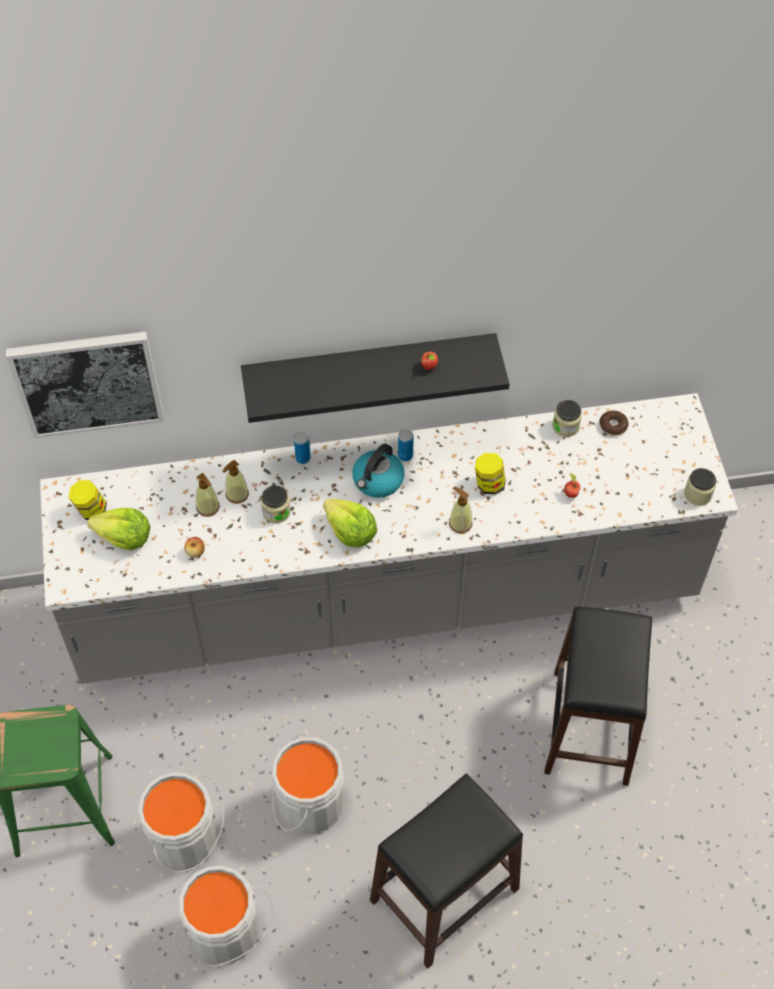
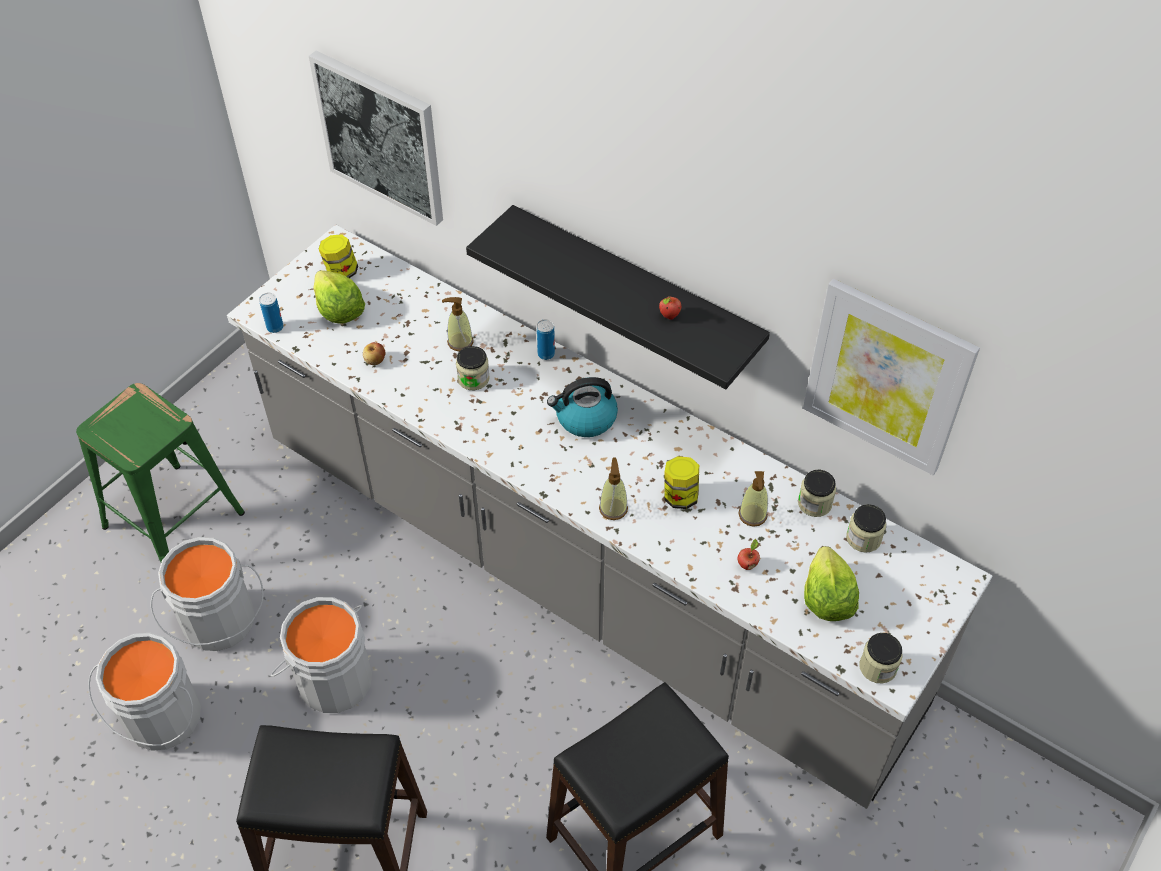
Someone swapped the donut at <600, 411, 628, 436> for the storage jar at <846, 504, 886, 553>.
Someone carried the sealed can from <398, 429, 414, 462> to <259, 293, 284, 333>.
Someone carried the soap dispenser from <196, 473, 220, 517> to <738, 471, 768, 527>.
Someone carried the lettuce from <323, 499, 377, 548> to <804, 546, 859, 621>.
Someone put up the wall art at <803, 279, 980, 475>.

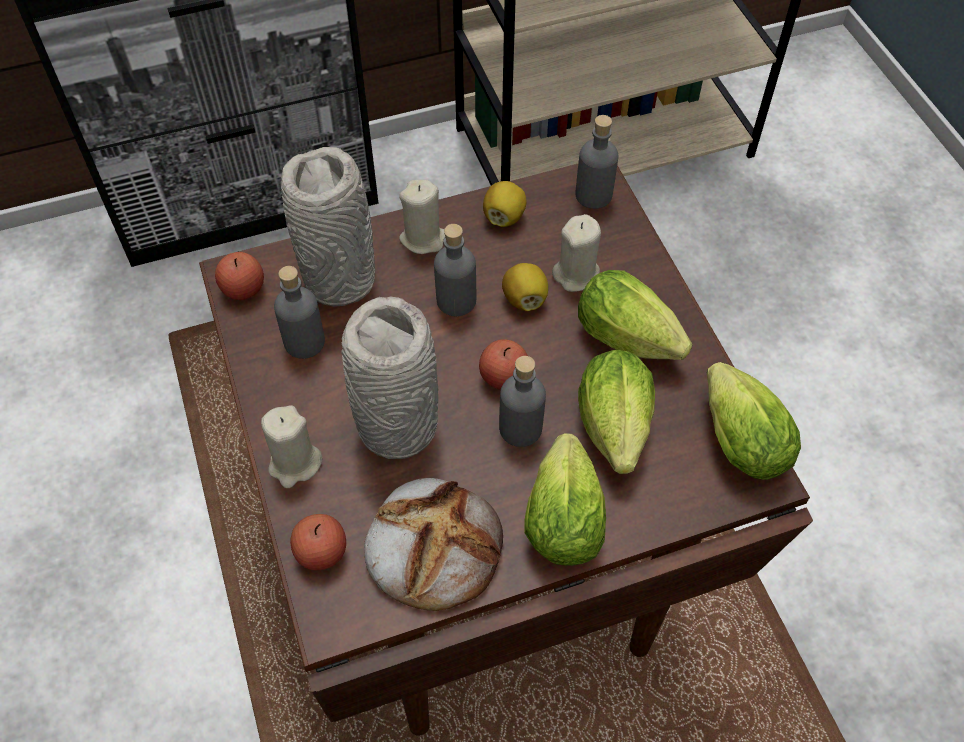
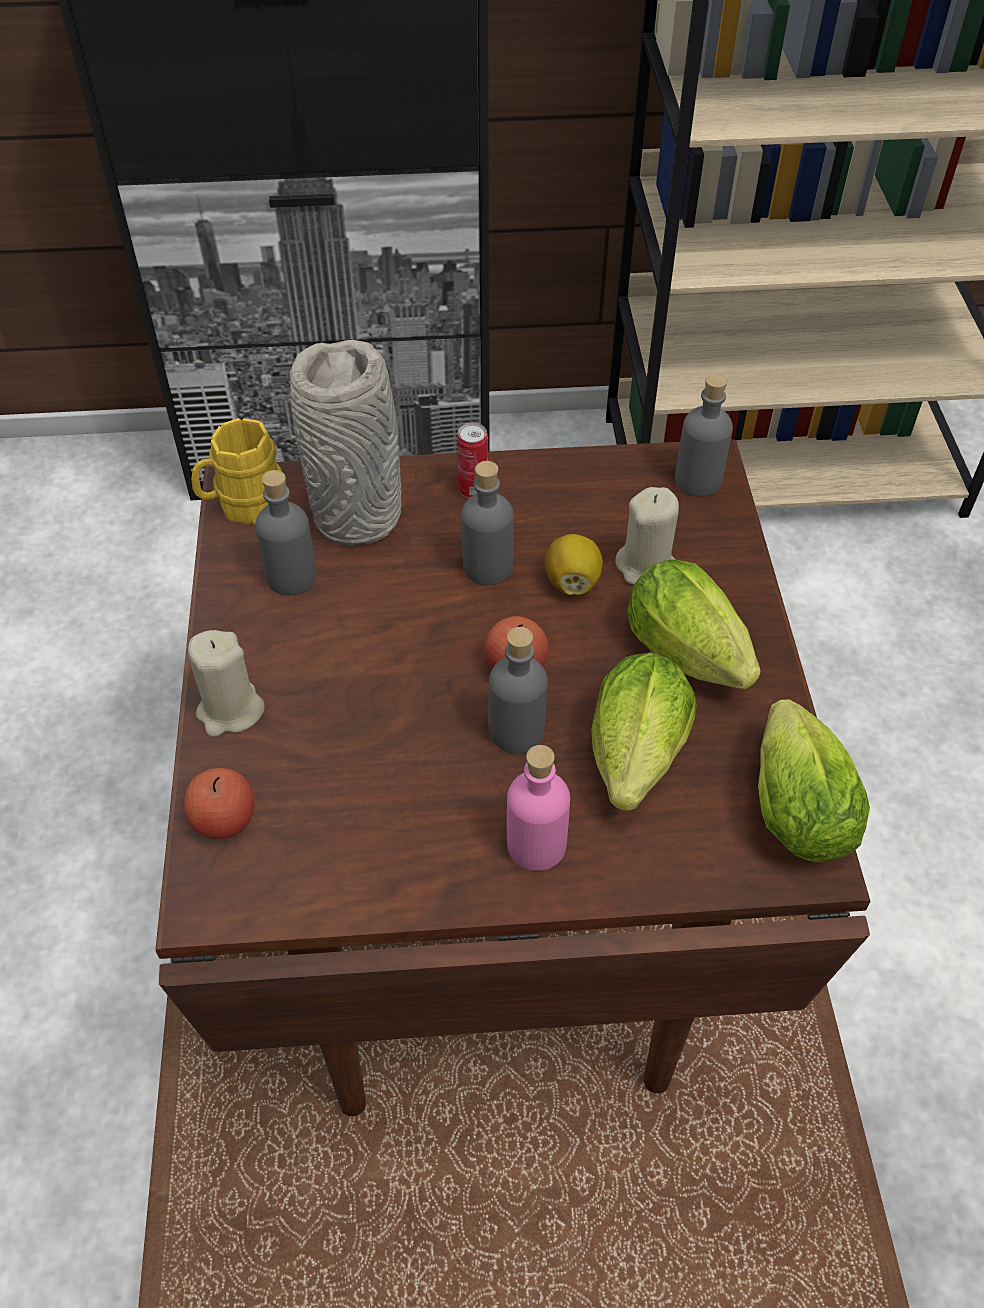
Someone swapped the sand-coloured candle at <399, 180, 445, 254> for the sealed can at <457, 423, 488, 498>.
Someone took away the lemon at <483, 181, 526, 227>.
Someone swapped the whole apple at <215, 252, 264, 300> for the yellow coffee mug at <191, 418, 282, 524>.
Someone took away the grey vase at <342, 296, 438, 459>.
Someone swapped the lettuce at <524, 433, 606, 566> for the pinkish bottle at <507, 745, 570, 871>.
Someone took away the bakery bread at <364, 478, 503, 611>.

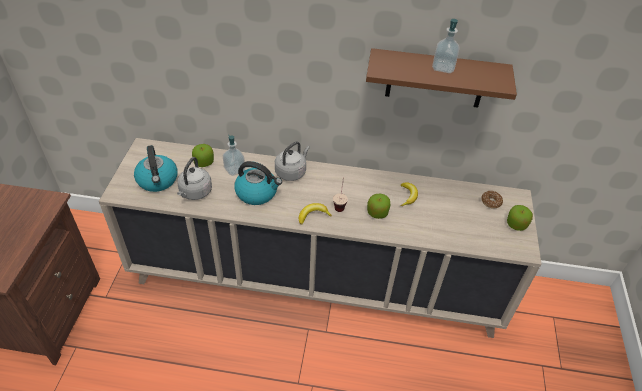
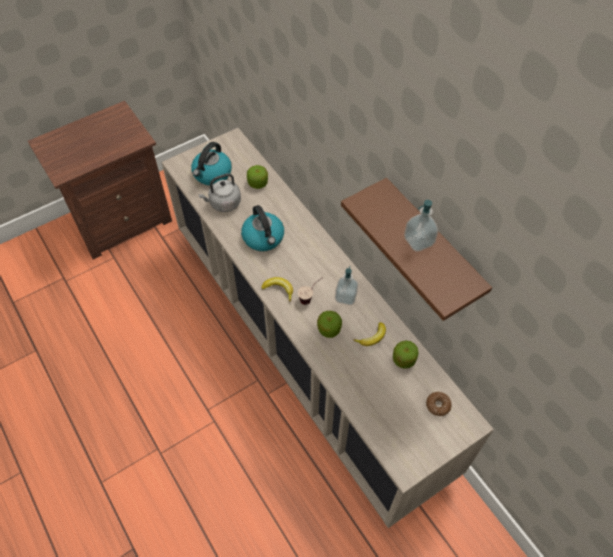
Someone carried the soap dispenser from <223, 135, 245, 176> to <335, 266, 358, 305>.
Someone took away the grey kettle at <275, 141, 310, 181>.
Someone carried the whole apple from <507, 205, 533, 231> to <393, 341, 419, 369>.

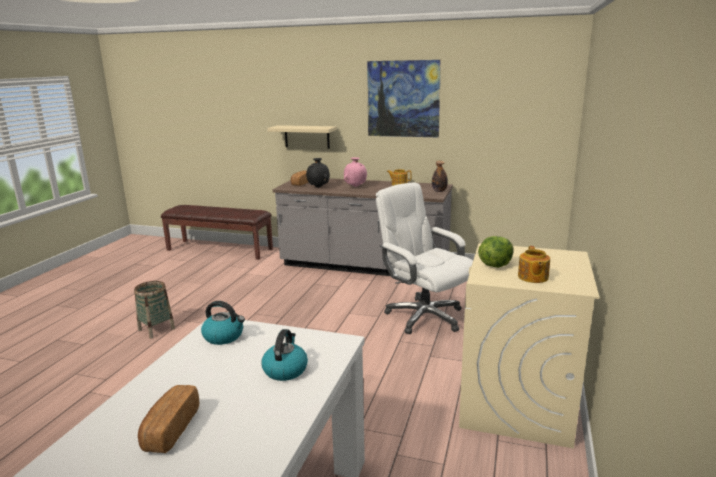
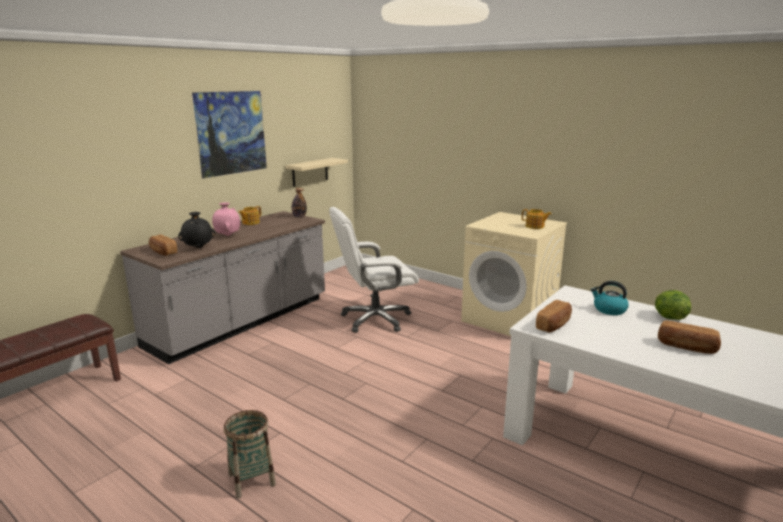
Someone carried the sand-coloured shelf from <267, 125, 337, 149> to <286, 158, 348, 187>.
Someone carried the lettuce from <478, 236, 514, 268> to <655, 290, 691, 320>.
Someone swapped the kettle at <201, 301, 245, 345> for the bakery bread at <536, 300, 572, 332>.

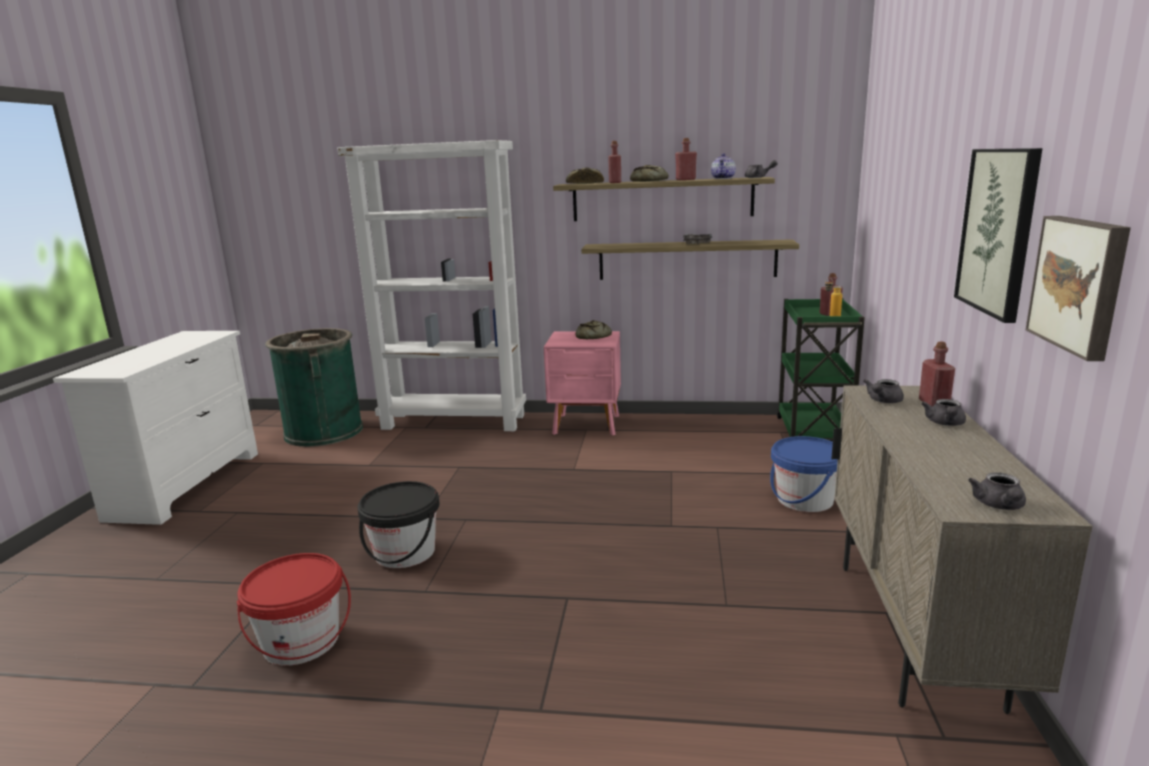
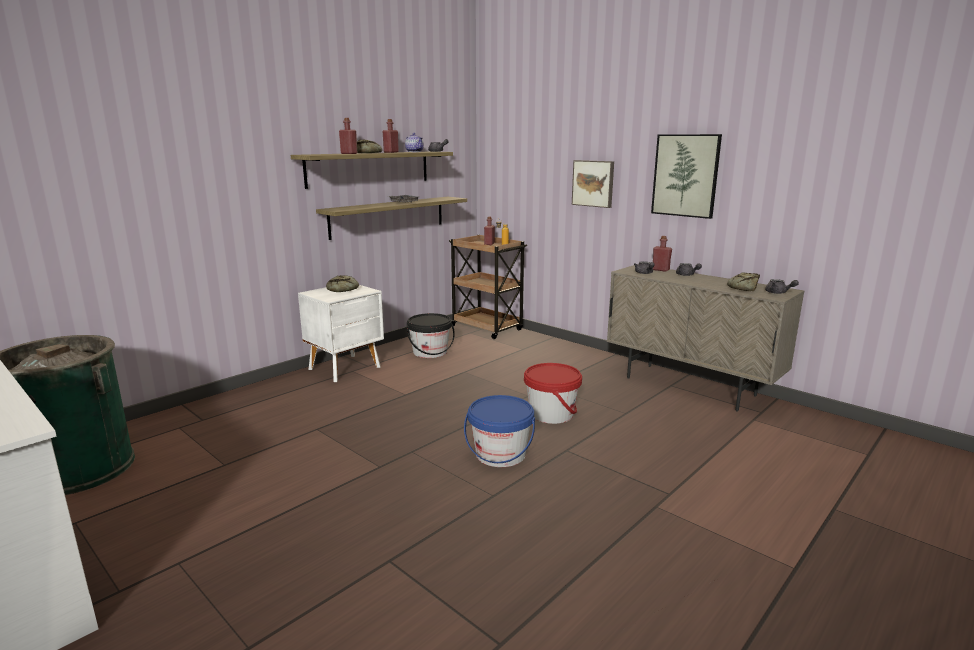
Someone took away the white bookcase at <337, 140, 526, 431>.
Someone carried the bakery bread from <566, 167, 604, 184> to <727, 272, 760, 291>.
Someone carried the wall art from <1026, 216, 1131, 361> to <572, 160, 614, 208>.
Someone repainted the greenish cart at <777, 298, 865, 442>, which became the brownish cart at <449, 235, 527, 339>.
Someone repainted the pinkish nightstand at <544, 331, 621, 435>, which became the white nightstand at <298, 285, 384, 382>.
Someone carried the bluish bucket from <770, 436, 838, 512> to <464, 395, 535, 467>.
Someone carried the black bucket from <358, 481, 439, 568> to <407, 313, 455, 358>.
Someone carried the red bucket from <237, 553, 351, 666> to <524, 363, 582, 424>.

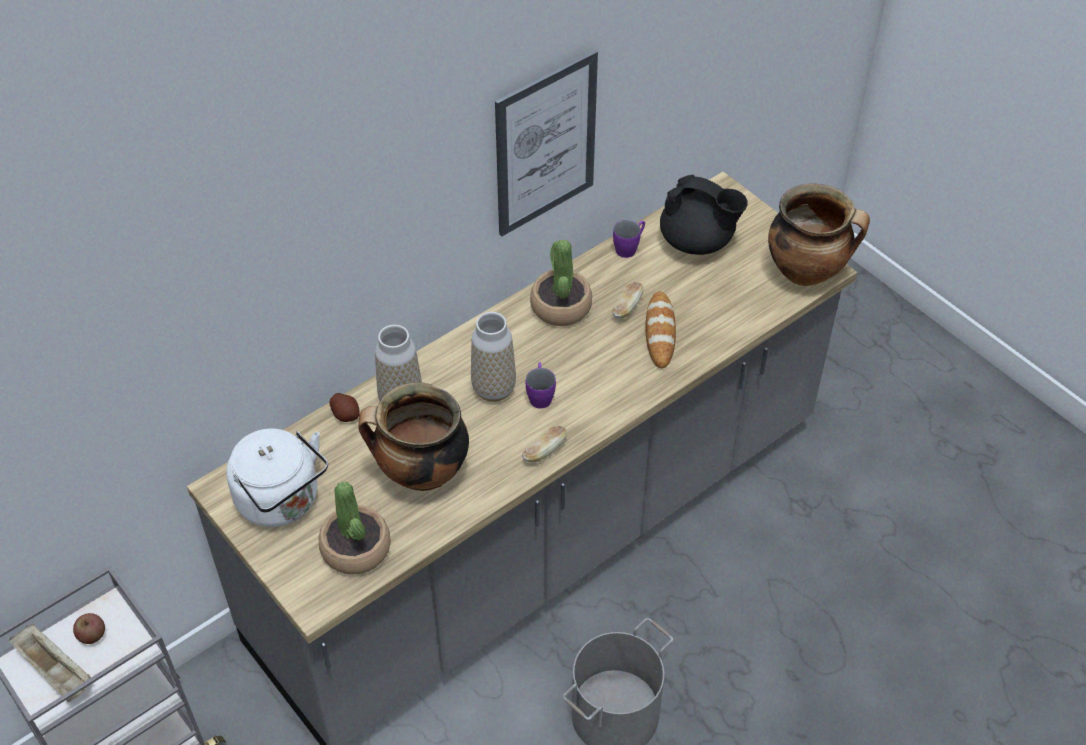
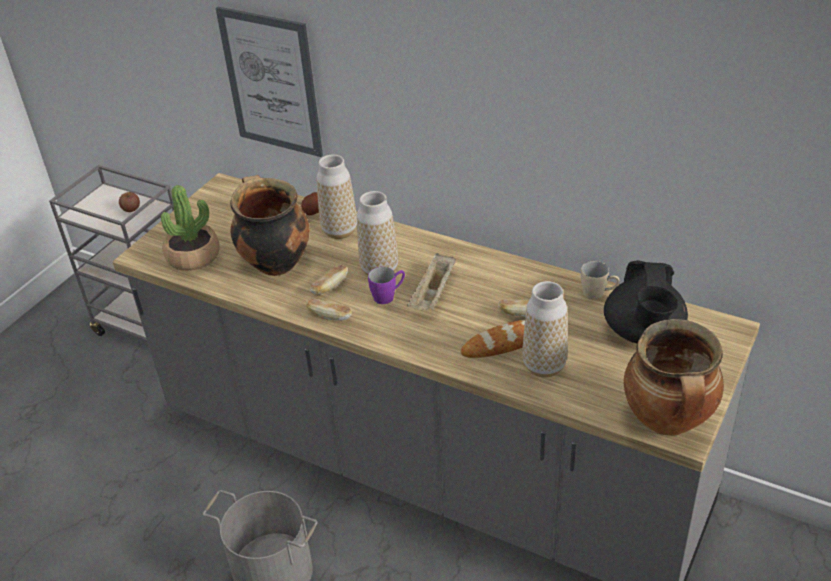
Someone carried the wall art from <495, 50, 598, 236> to <216, 7, 323, 157>.
Someone repainted the purple coffee mug at <613, 220, 645, 258>, which became the sand-coloured coffee mug at <581, 261, 619, 299>.
Someone took away the potted plant at <530, 239, 592, 326>.
Someone took away the white kettle at <226, 429, 328, 527>.
Someone carried the sand-coloured tray from <9, 624, 91, 702> to <407, 253, 456, 310>.
Someone put down the bakery bread at <310, 265, 348, 294>.
Someone put down the vase at <522, 281, 568, 378>.

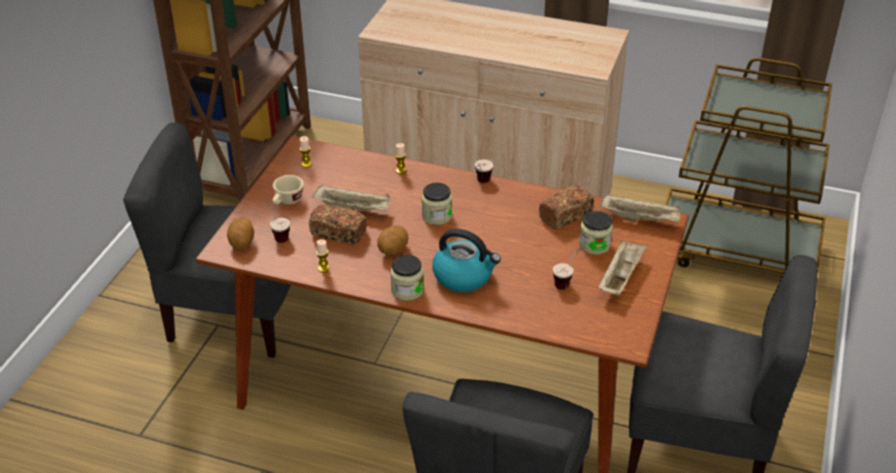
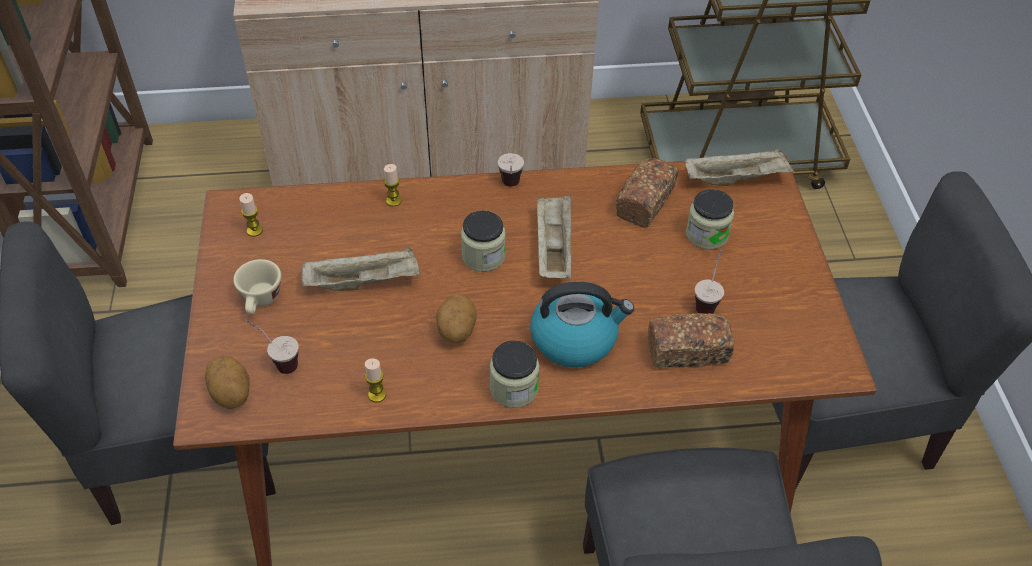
Someone carried the bakery bread from <309, 205, 367, 245> to <648, 313, 734, 369>.
Someone carried the sand-coloured tray from <598, 240, 647, 296> to <537, 195, 571, 279>.

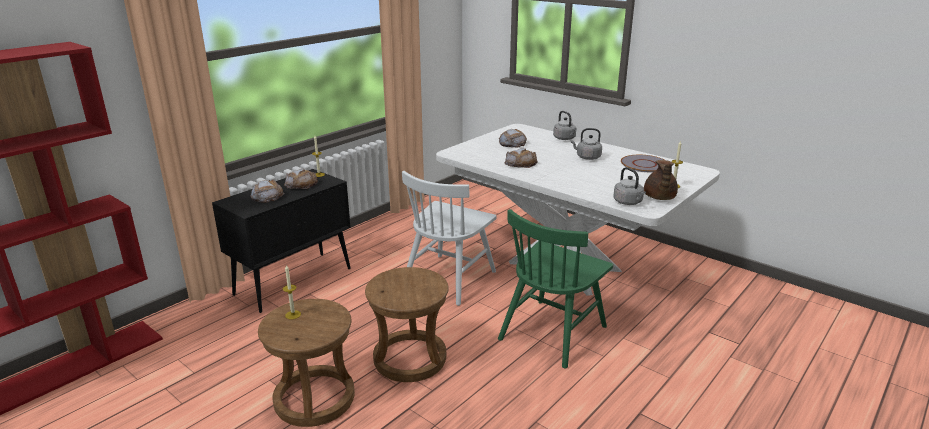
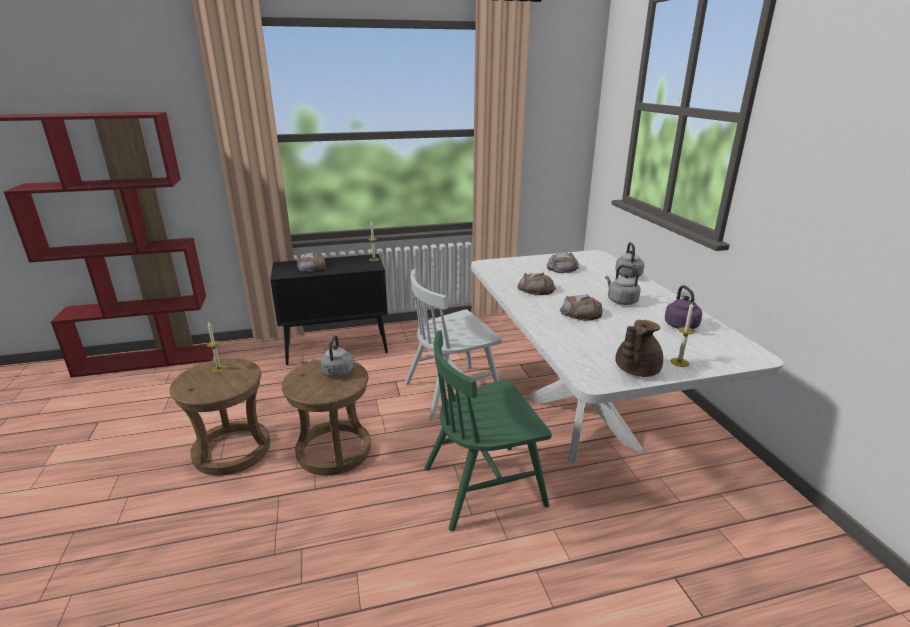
Someone swapped the grey dinner plate at <621, 155, 664, 172> for the purple kettle at <665, 285, 702, 329>.
Someone carried the grey kettle from <613, 167, 646, 205> to <321, 335, 353, 377>.
Someone carried the bakery bread from <284, 168, 318, 189> to <560, 294, 603, 321>.

